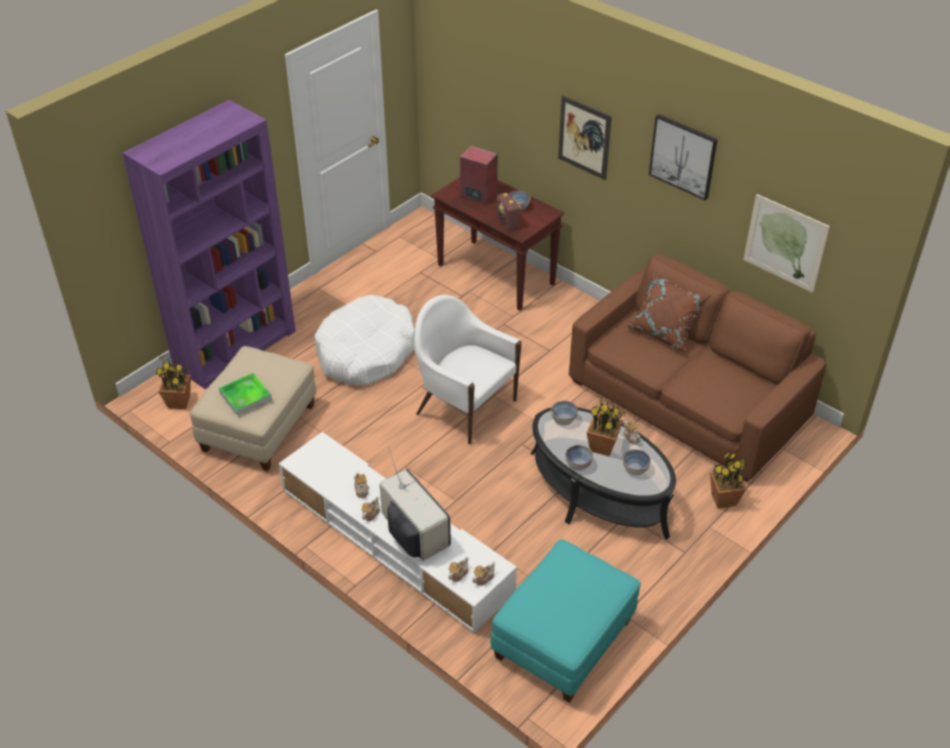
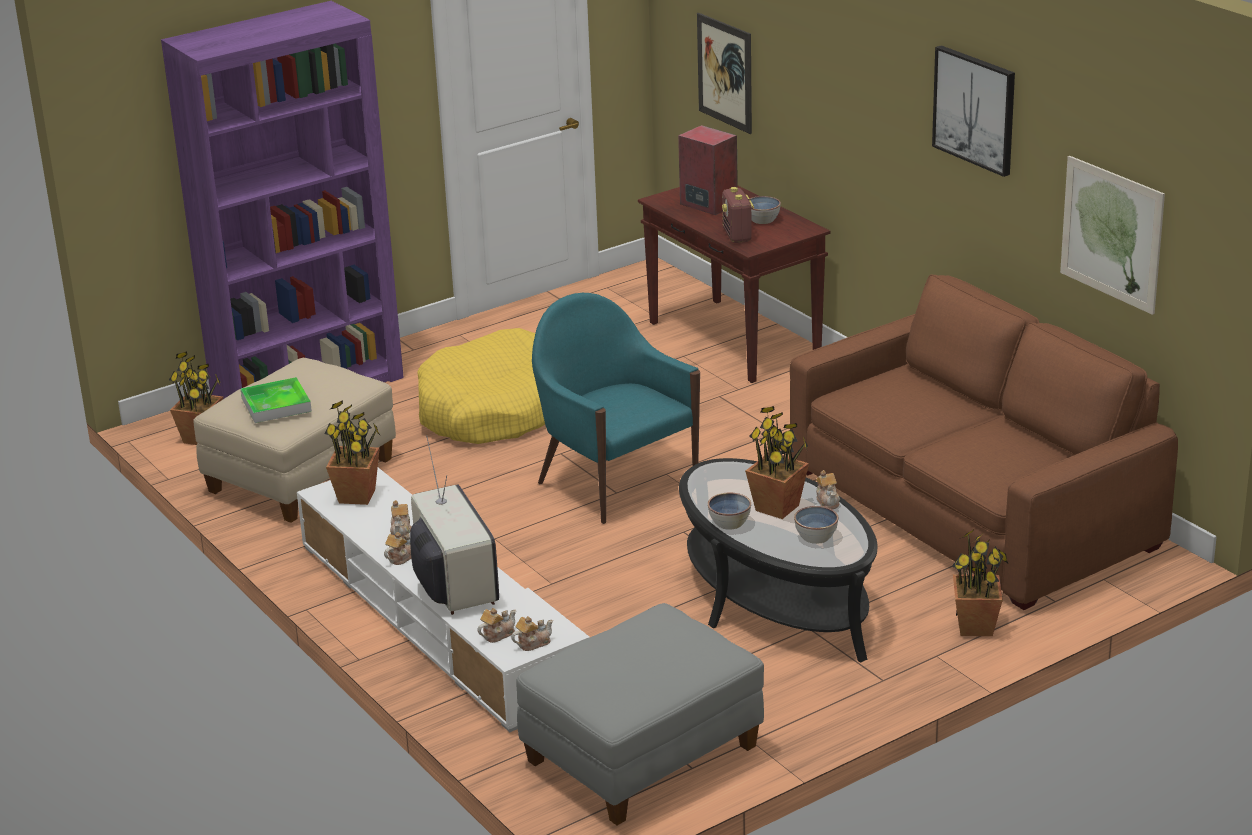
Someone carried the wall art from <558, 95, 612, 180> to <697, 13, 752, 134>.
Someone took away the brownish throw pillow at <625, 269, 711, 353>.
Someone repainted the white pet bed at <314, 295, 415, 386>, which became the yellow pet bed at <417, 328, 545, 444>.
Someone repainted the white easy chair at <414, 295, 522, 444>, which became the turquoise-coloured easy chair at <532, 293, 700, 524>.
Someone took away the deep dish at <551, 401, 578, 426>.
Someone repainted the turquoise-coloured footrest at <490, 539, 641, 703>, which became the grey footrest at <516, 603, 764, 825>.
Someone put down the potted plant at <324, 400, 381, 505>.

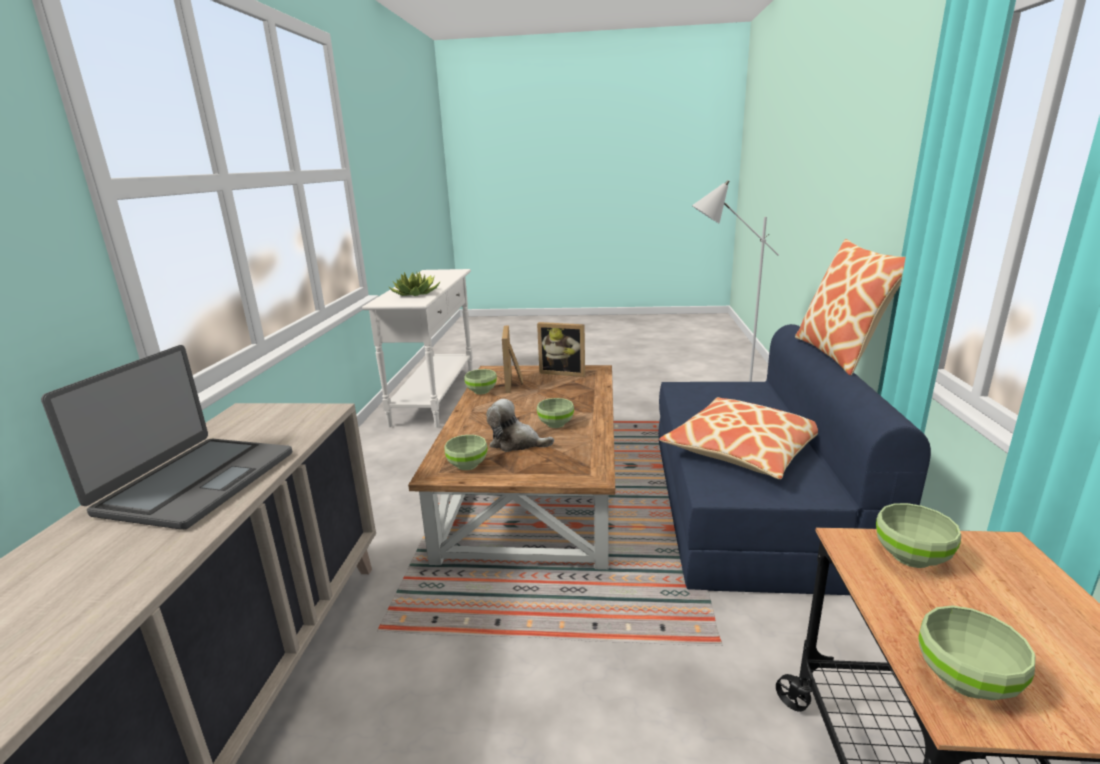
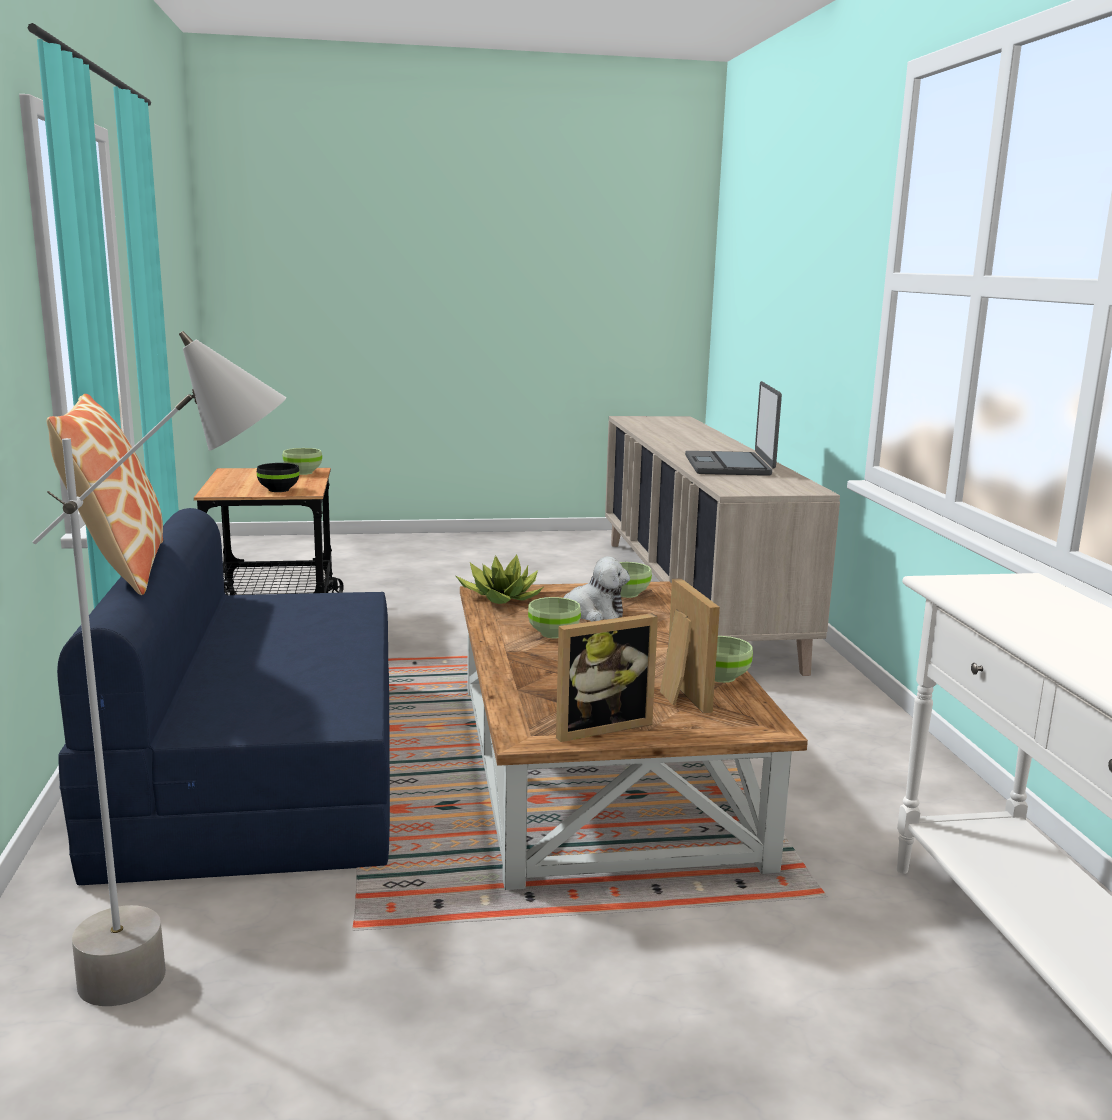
Someone carried the potted plant from <388, 271, 441, 296> to <455, 555, 543, 604>.
Someone rotated the photo frame at <537, 322, 585, 377> by 150 degrees clockwise.
Someone took away the throw pillow at <659, 397, 818, 479>.
Someone repainted the greenish deep dish at <876, 503, 961, 568>, which became the black deep dish at <257, 463, 299, 492>.

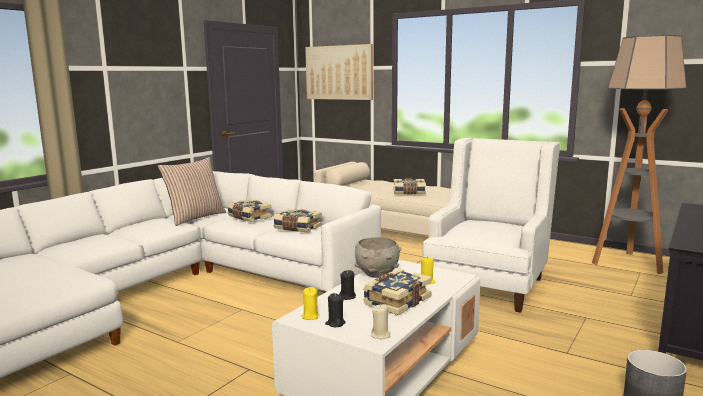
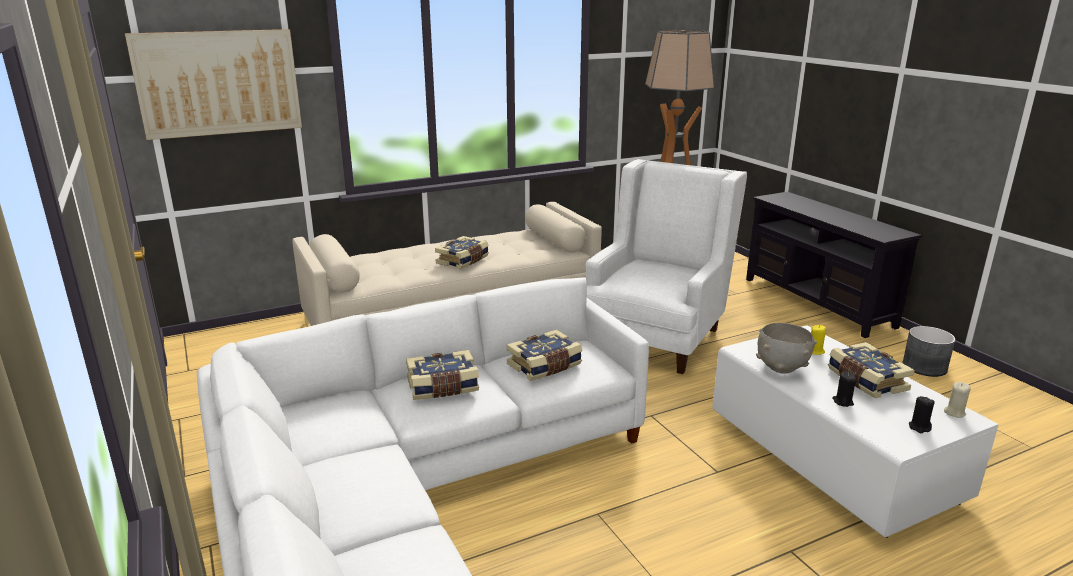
Someone rotated the white easy chair at <423, 138, 560, 313> by 60 degrees clockwise.
Someone took away the throw pillow at <158, 157, 226, 226>.
Someone took away the yellow candle at <302, 287, 319, 320>.

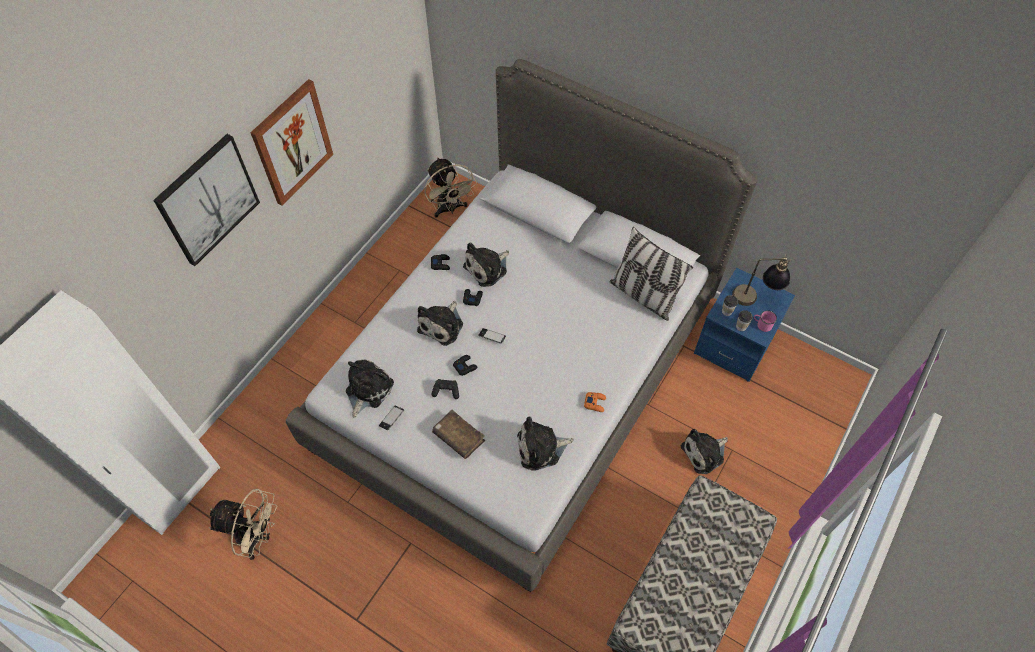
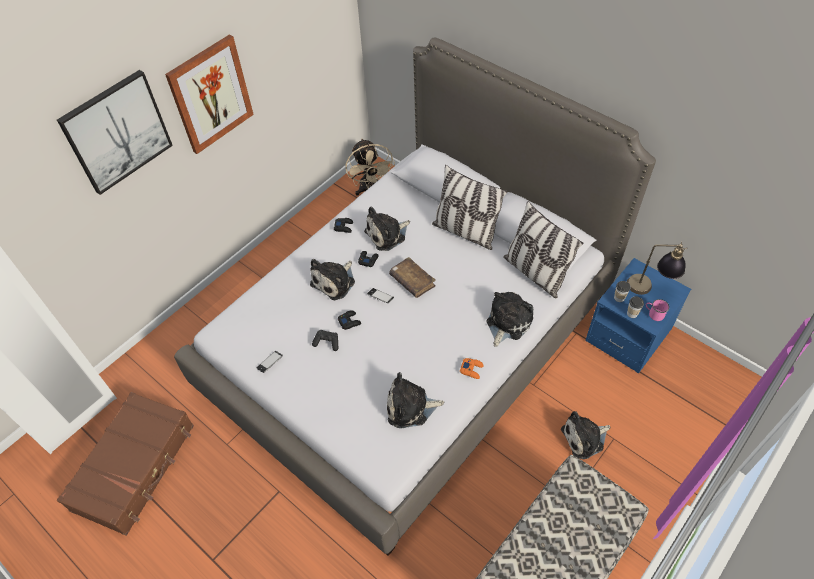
Someone carried the cuddly toy from <346, 359, 394, 418> to <487, 292, 533, 347>.
Someone carried the brownish volume from <432, 410, 485, 459> to <389, 257, 436, 298>.
Someone swapped the sand-coloured electric fan at <208, 489, 277, 560> for the brownish travel case at <57, 392, 194, 536>.
Someone put down the throw pillow at <432, 165, 507, 250>.

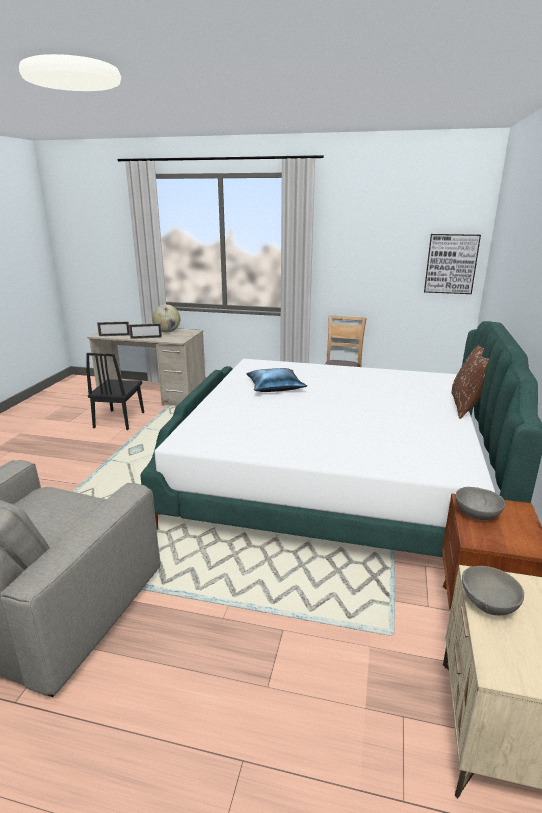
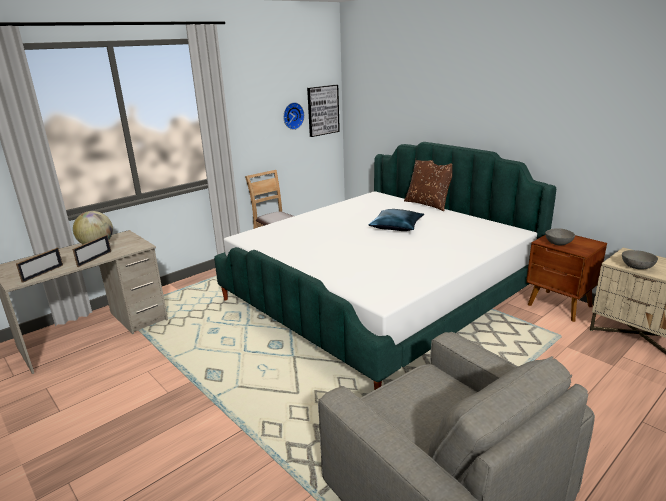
Someone took away the black upright chair at <86, 353, 144, 430>.
Someone carried the bluish throw pillow from <246, 368, 307, 392> to <369, 209, 424, 231>.
Someone put up the clock on the wall at <283, 102, 305, 130>.

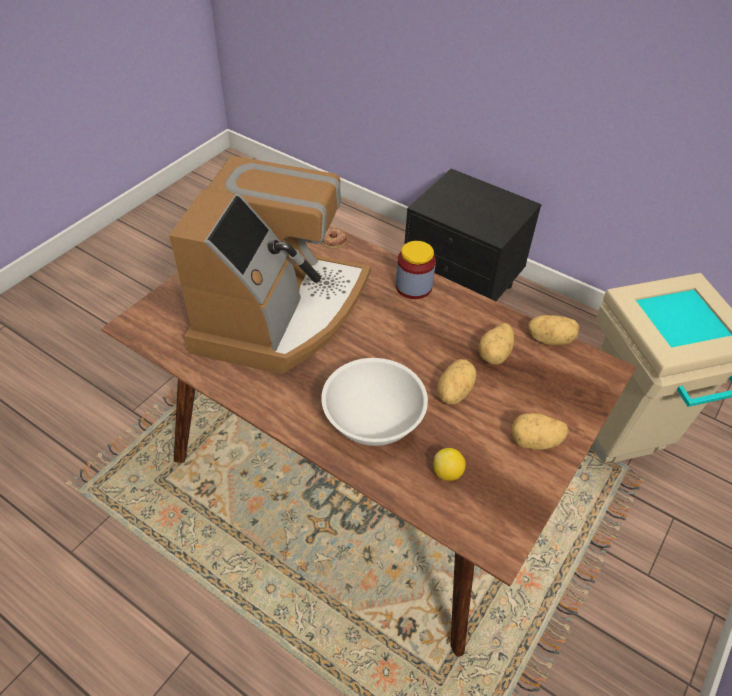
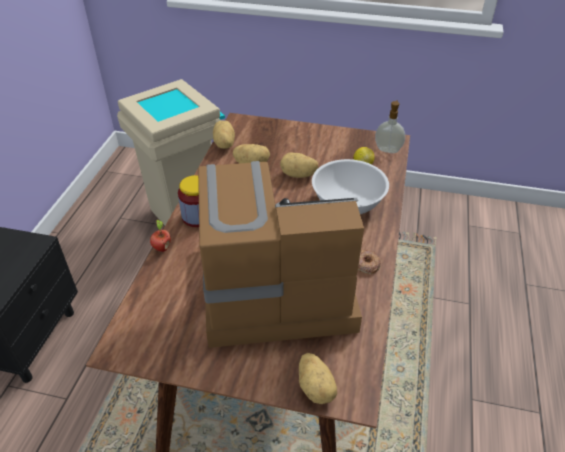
Someone carried the donut from <321, 228, 347, 249> to <358, 250, 381, 274>.
Someone carried the spud from <512, 413, 569, 450> to <299, 353, 337, 404>.
Someone put down the soap dispenser at <375, 100, 405, 153>.
Someone put down the whole apple at <150, 220, 171, 252>.

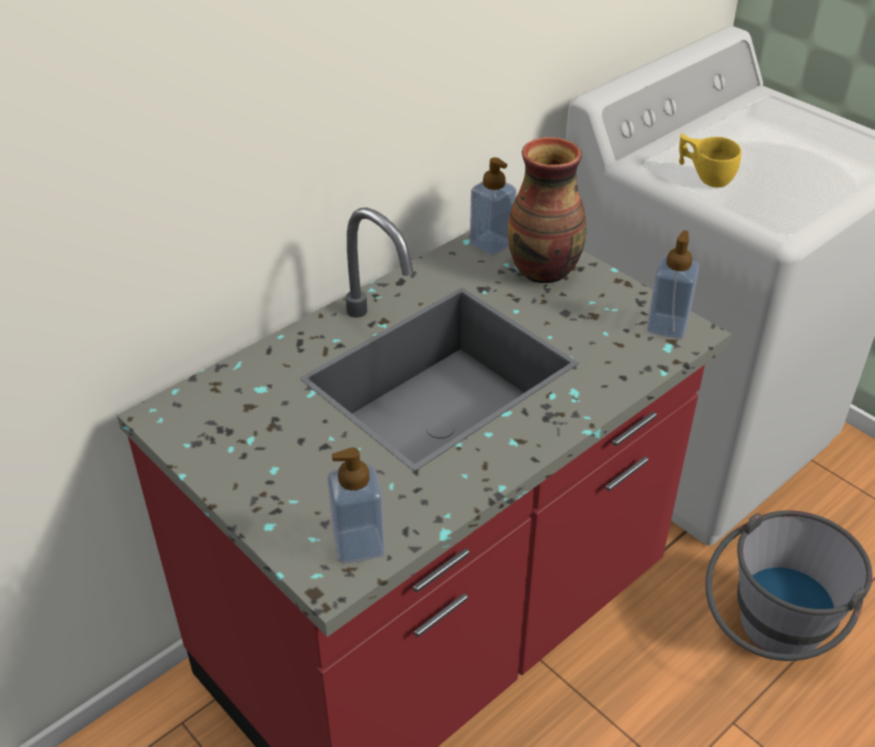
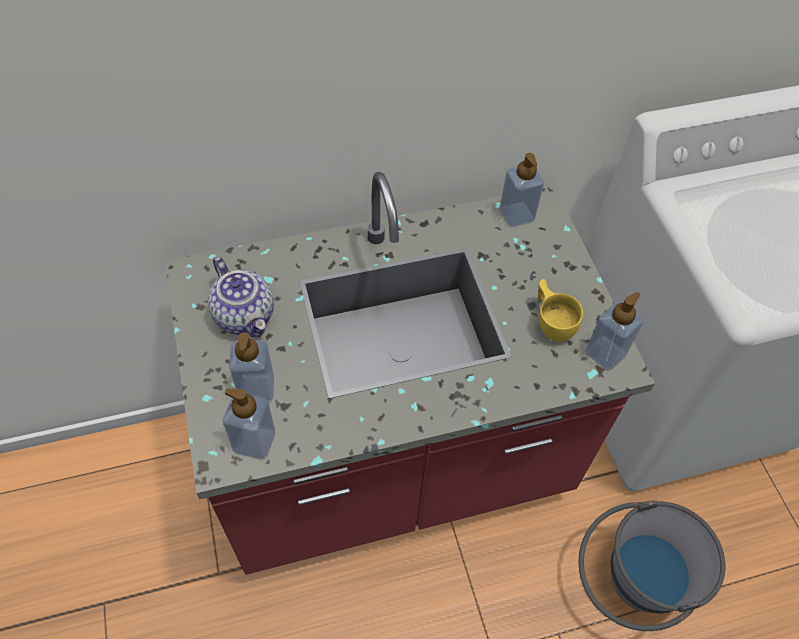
Someone carried the yellow drinking cup from <679, 133, 741, 188> to <538, 279, 583, 342>.
Someone took away the vase at <508, 137, 586, 283>.
Someone put down the pot for tea at <208, 257, 274, 337>.
Someone put down the soap dispenser at <229, 332, 274, 402>.

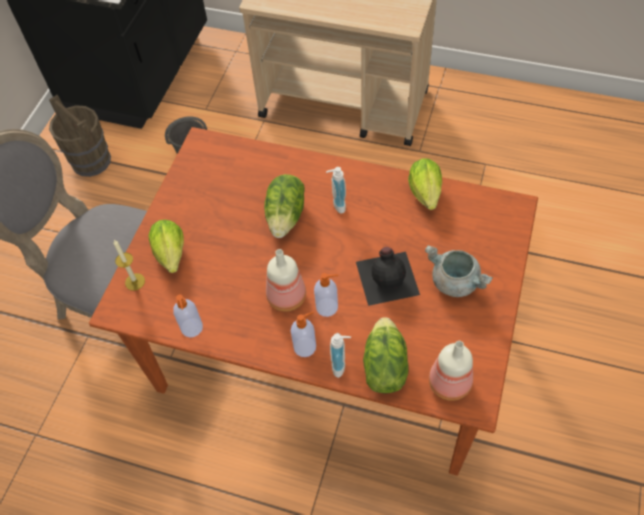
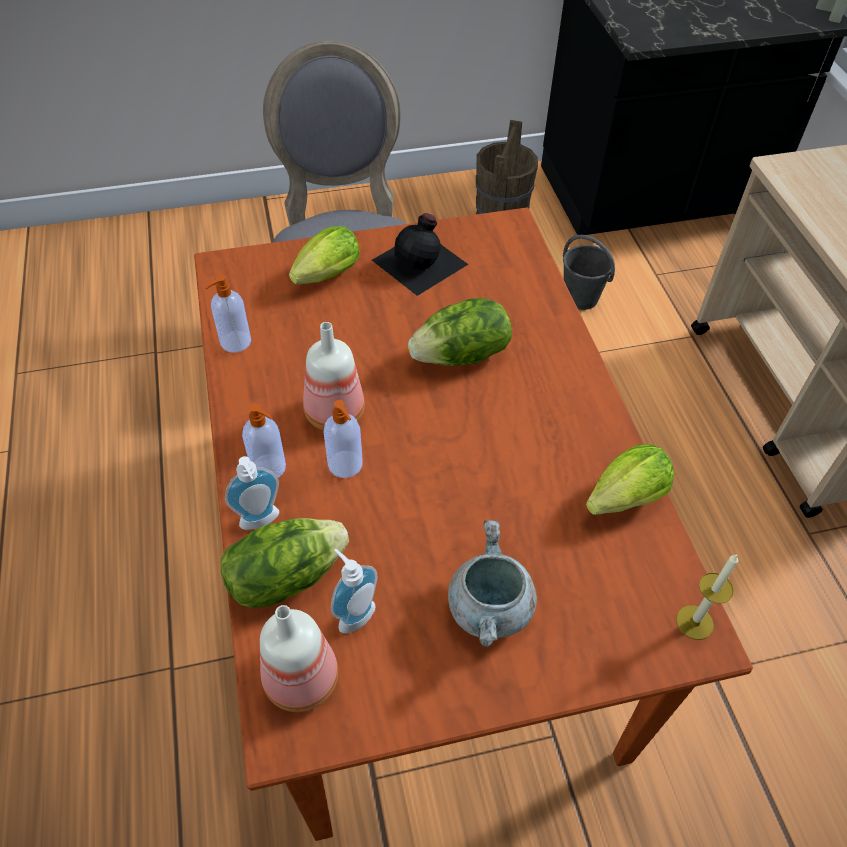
Someone carried the soap dispenser from <326, 167, 346, 214> to <331, 549, 377, 633>.
Someone carried the candle from <113, 240, 145, 291> to <676, 555, 738, 640>.
Someone carried the black bottle from <356, 247, 420, 306> to <372, 213, 468, 296>.

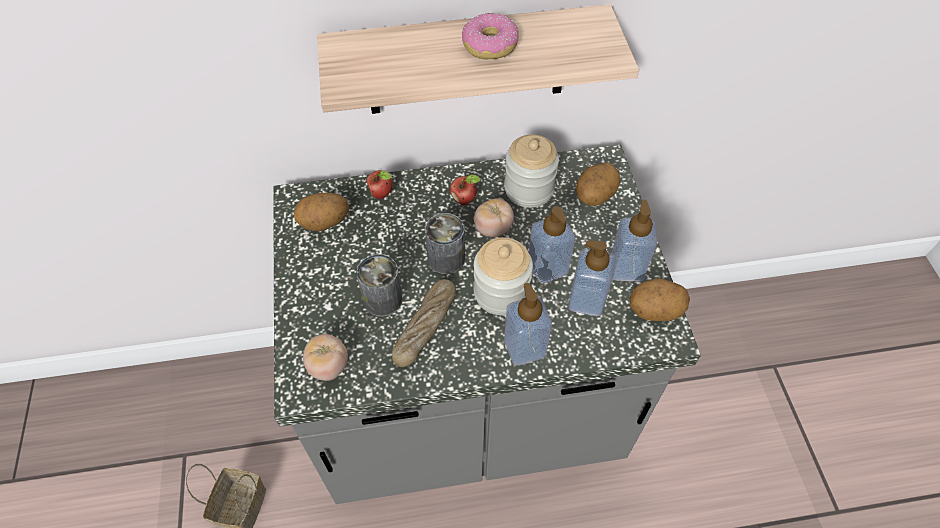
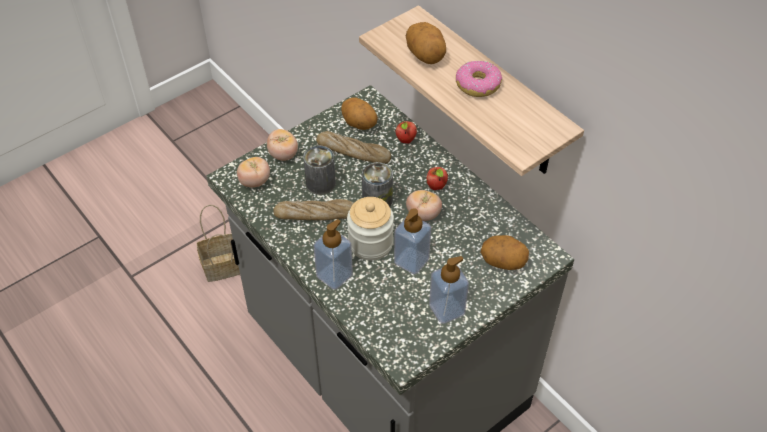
Someone took away the storage jar at <504, 134, 559, 208>.
Someone took away the soap dispenser at <568, 241, 616, 316>.
Someone carried the spud from <629, 279, 690, 321> to <406, 22, 446, 64>.
Someone put down the whole tomato at <267, 129, 298, 161>.
Someone put down the bakery bread at <316, 131, 391, 164>.

